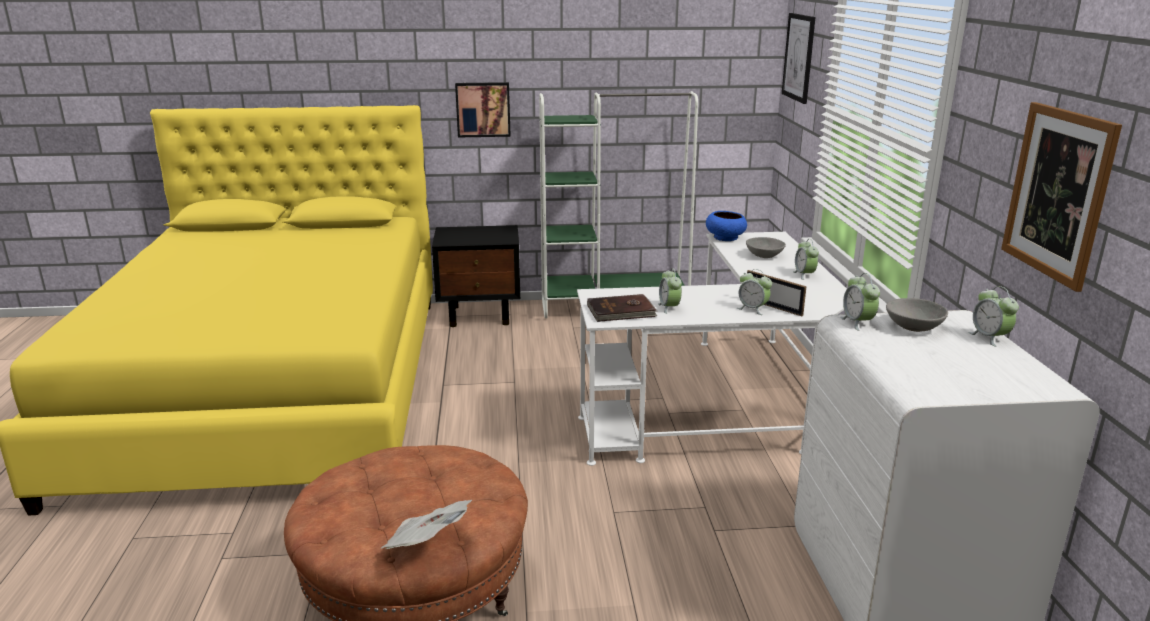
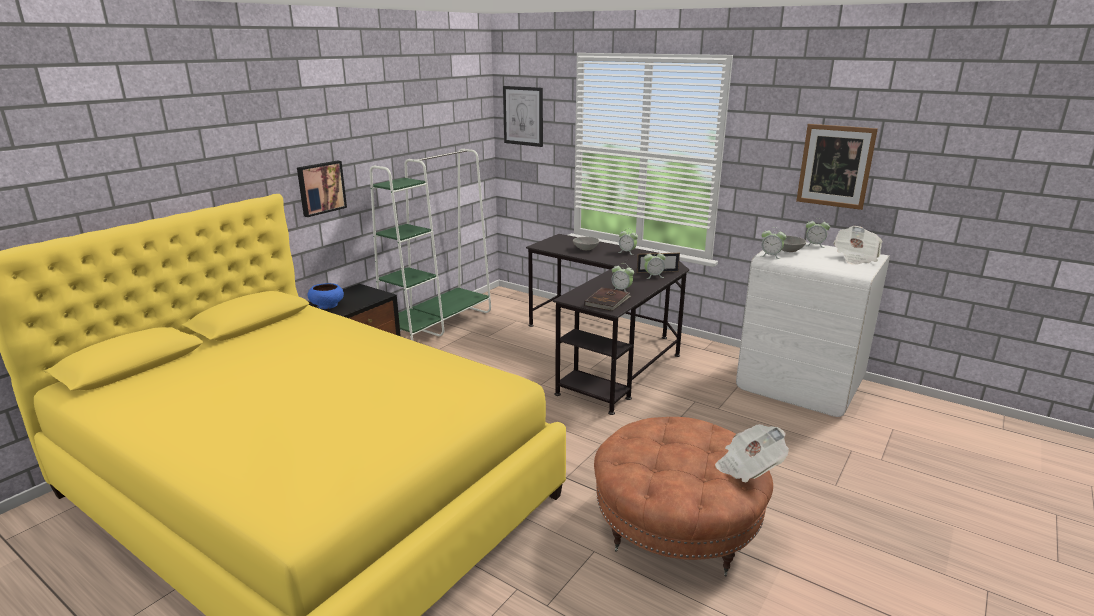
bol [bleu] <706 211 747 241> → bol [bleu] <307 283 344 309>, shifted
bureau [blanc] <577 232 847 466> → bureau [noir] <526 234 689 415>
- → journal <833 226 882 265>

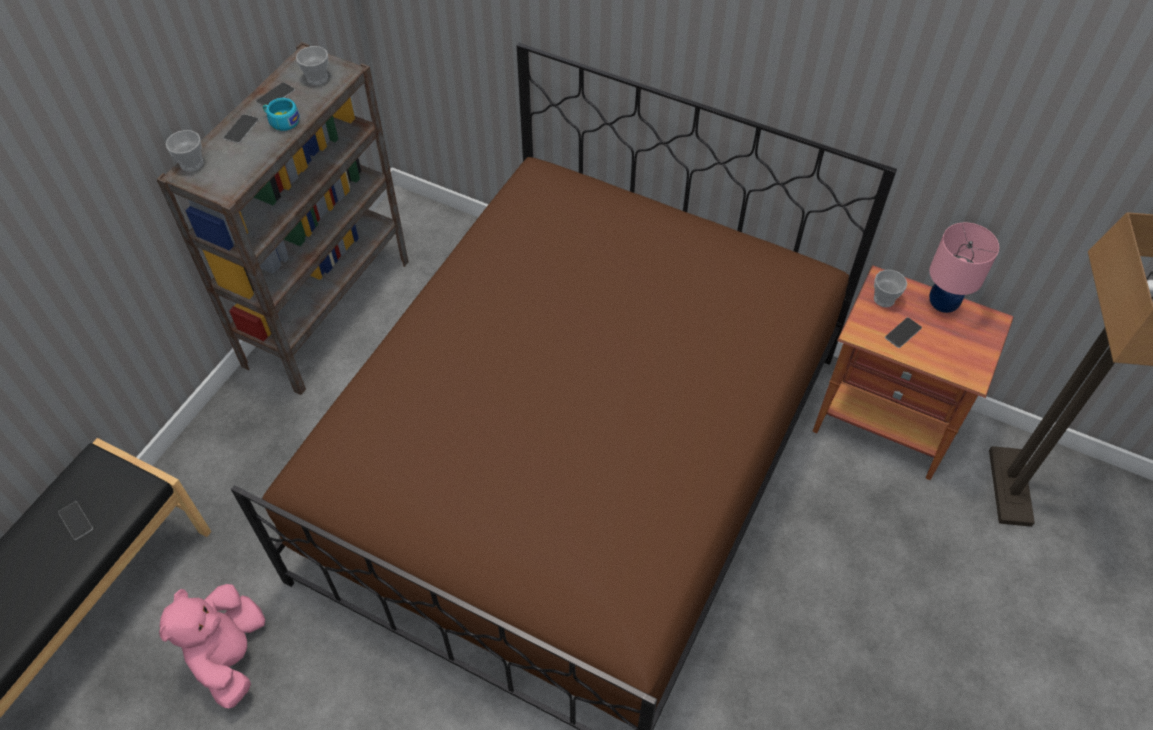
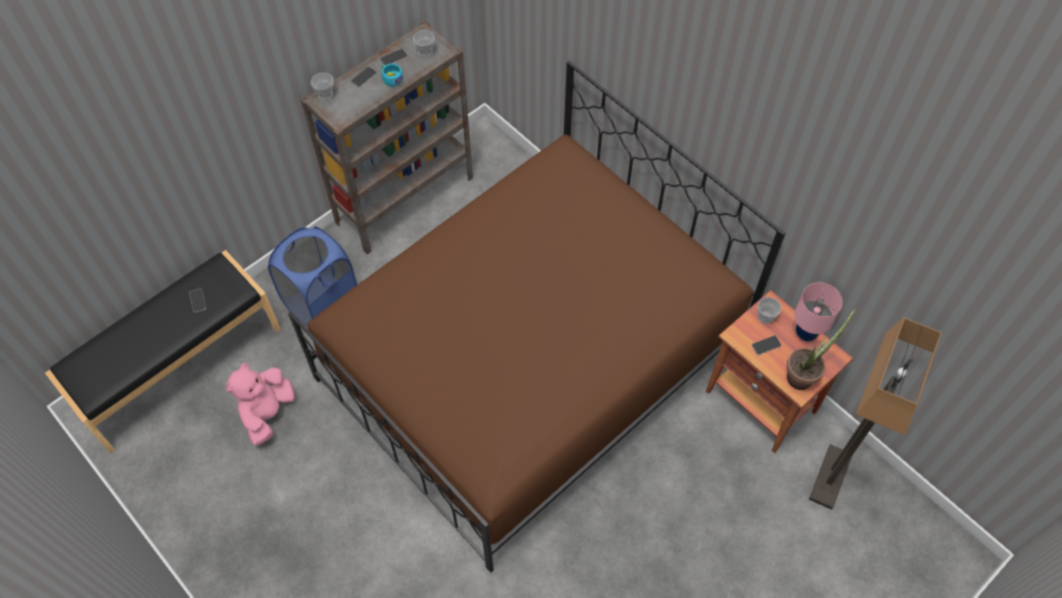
- → panier à linge [bleu] <268 226 357 326>
- → plante en pot <787 307 857 390>

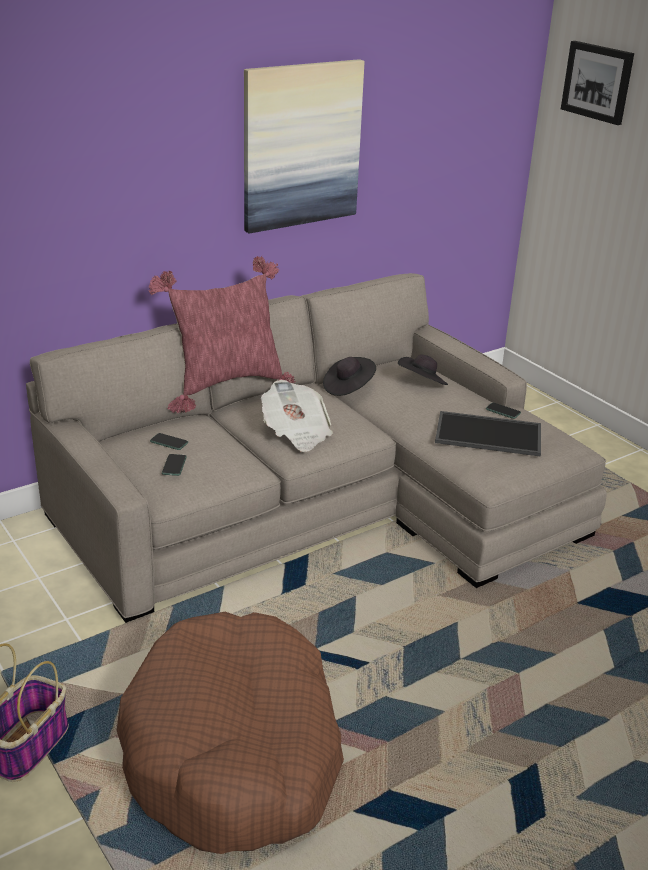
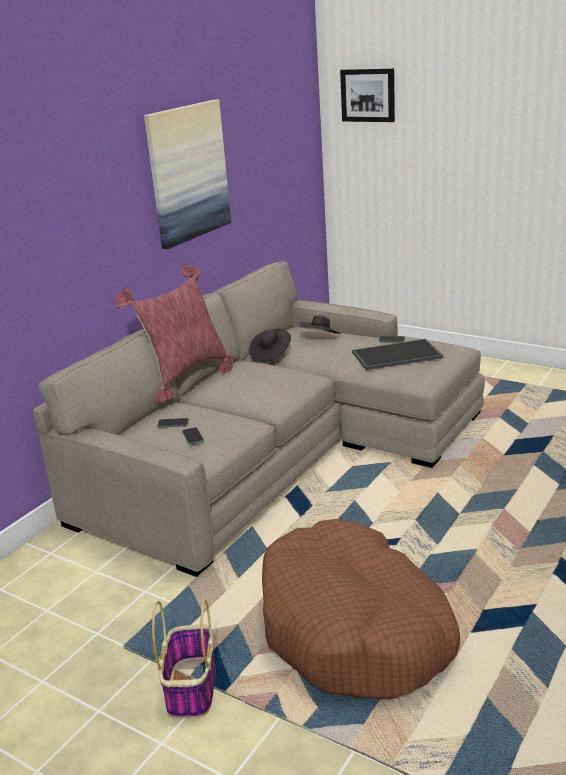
journal <261 380 333 452> → -

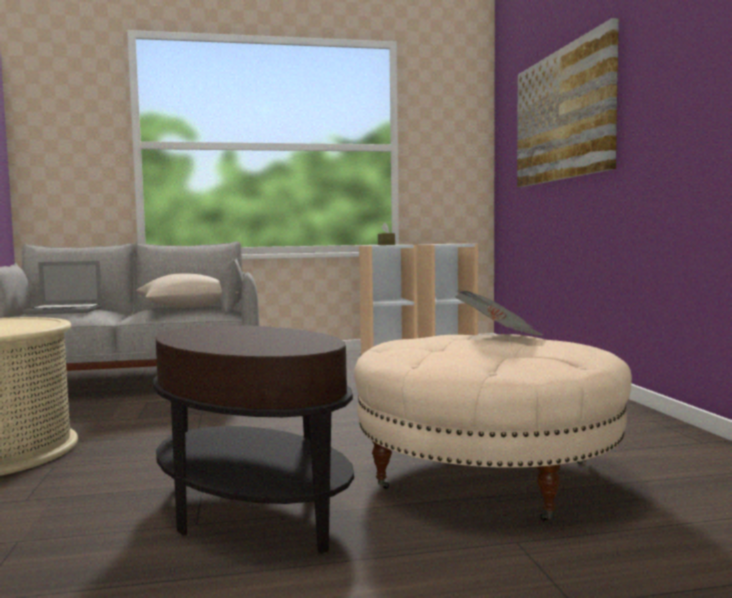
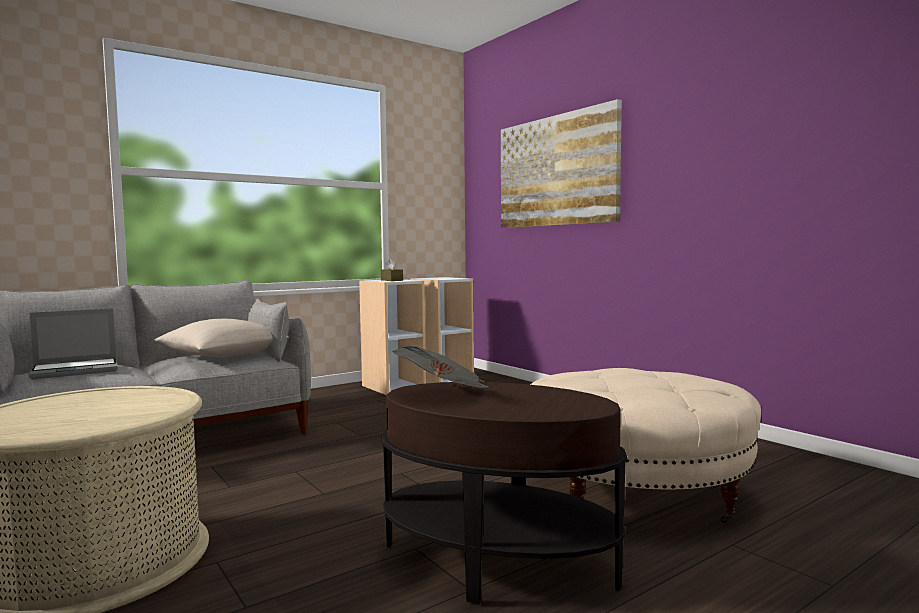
journal <455 290 544 335> → journal <393 346 488 388>, shifted

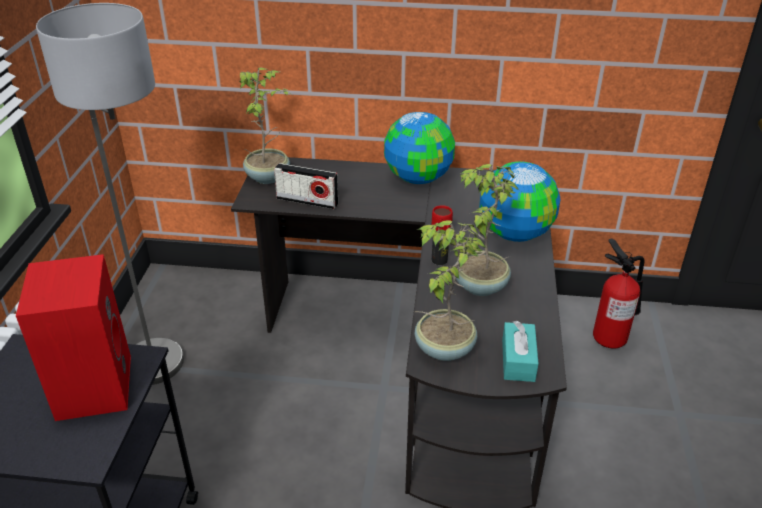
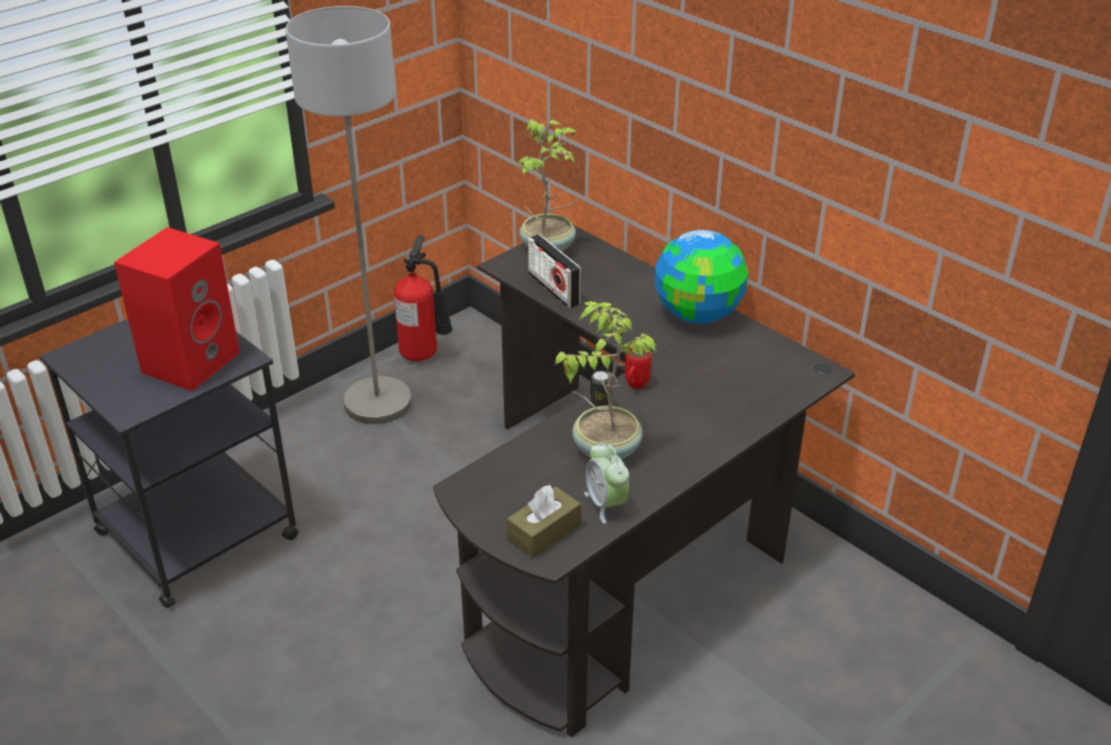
extincteur <593 239 645 349> → extincteur <394 235 453 361>, shifted
boîte à mouchoirs [turquoise] <502 321 539 382> → boîte à mouchoirs [marron] <507 485 581 558>
- → réveil <584 442 629 524>
plante en pot <415 220 485 361> → -
globe <479 161 560 242> → -

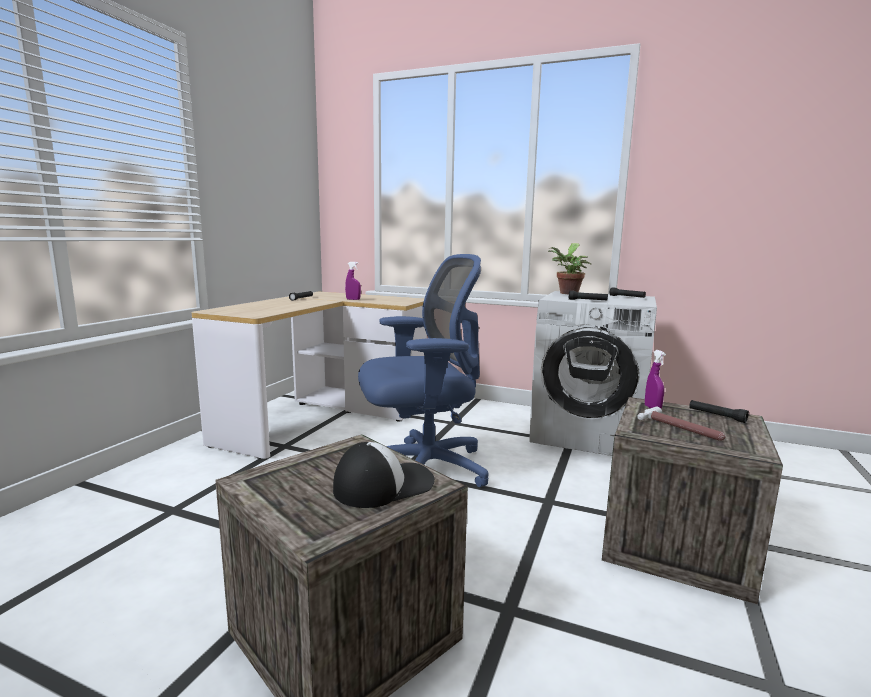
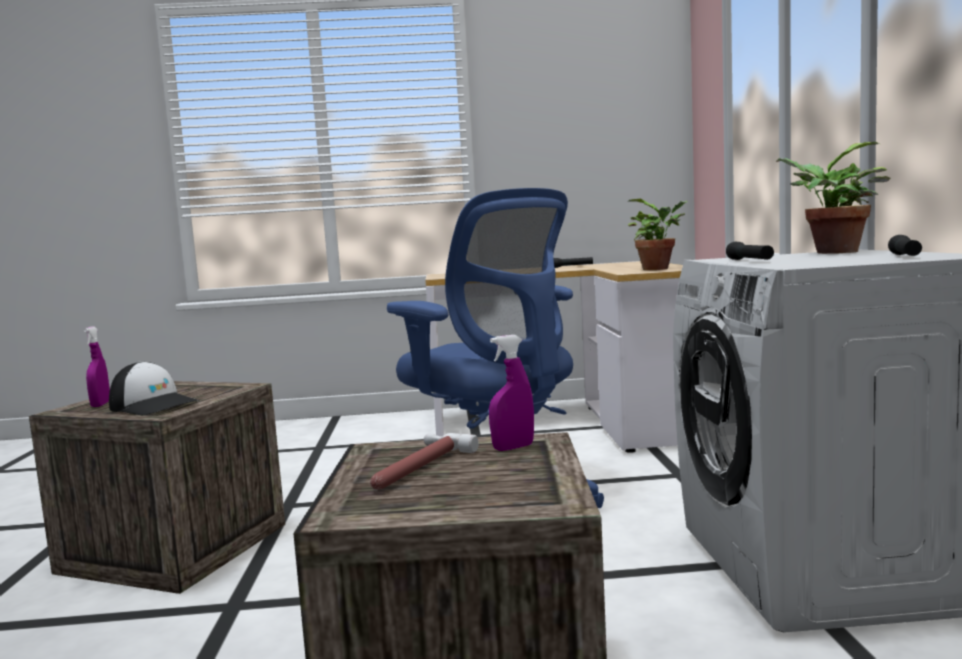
vaporisateur [violet] <345 262 361 300> → vaporisateur [violet] <84 326 110 407>, shifted
- → plante en pot <627 199 687 270>
lampe de poche [noir] <689 400 749 423> → -

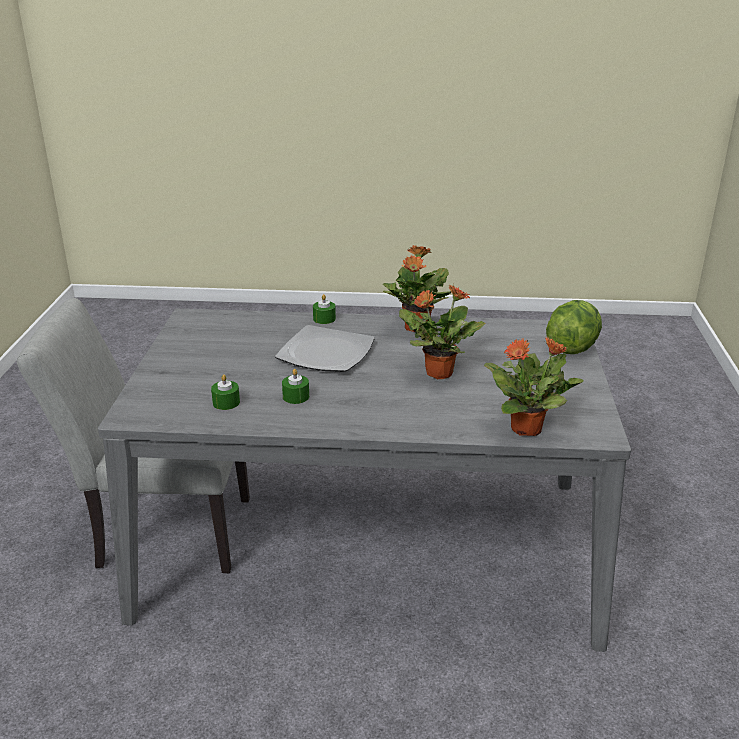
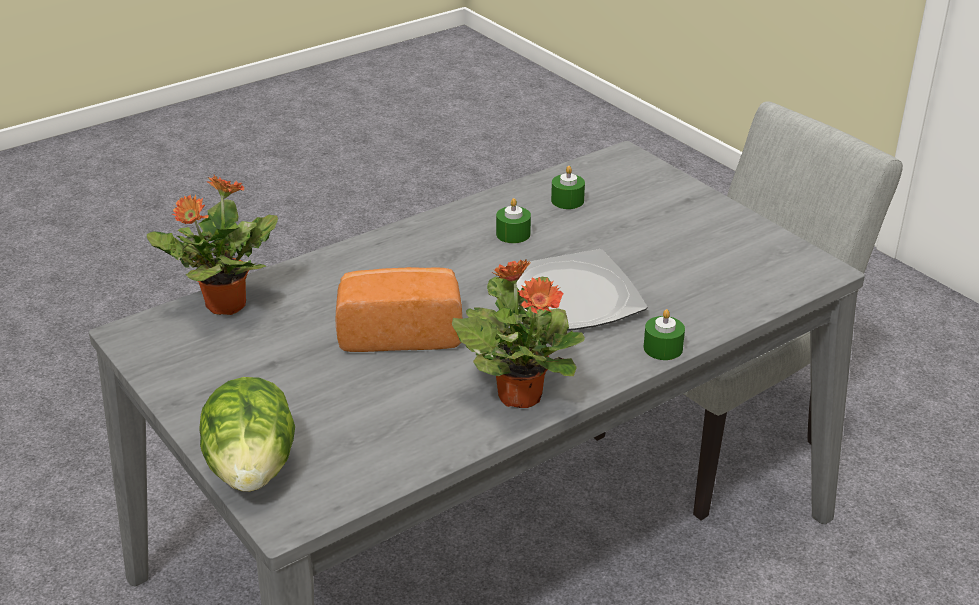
plante en pot <399 285 485 379> → pain <336 267 462 352>

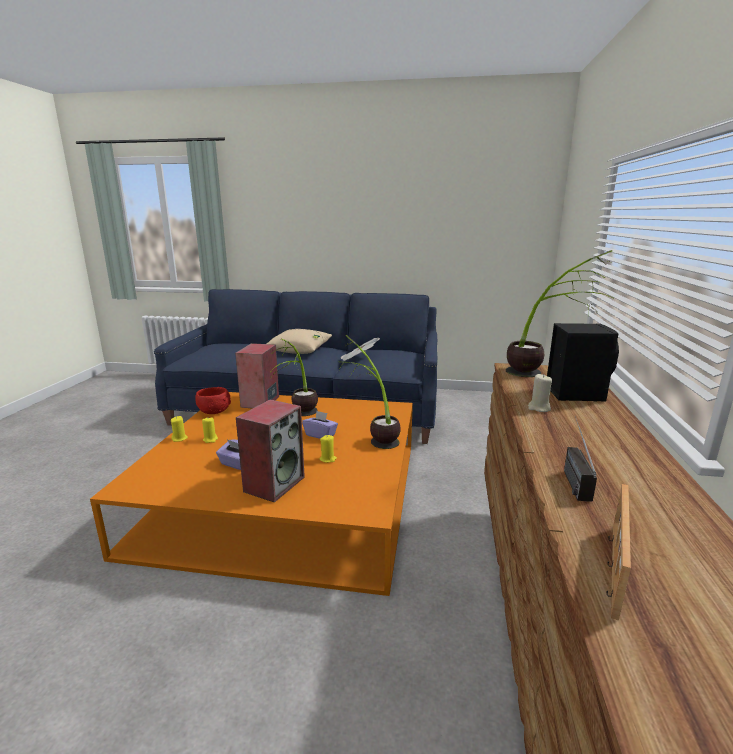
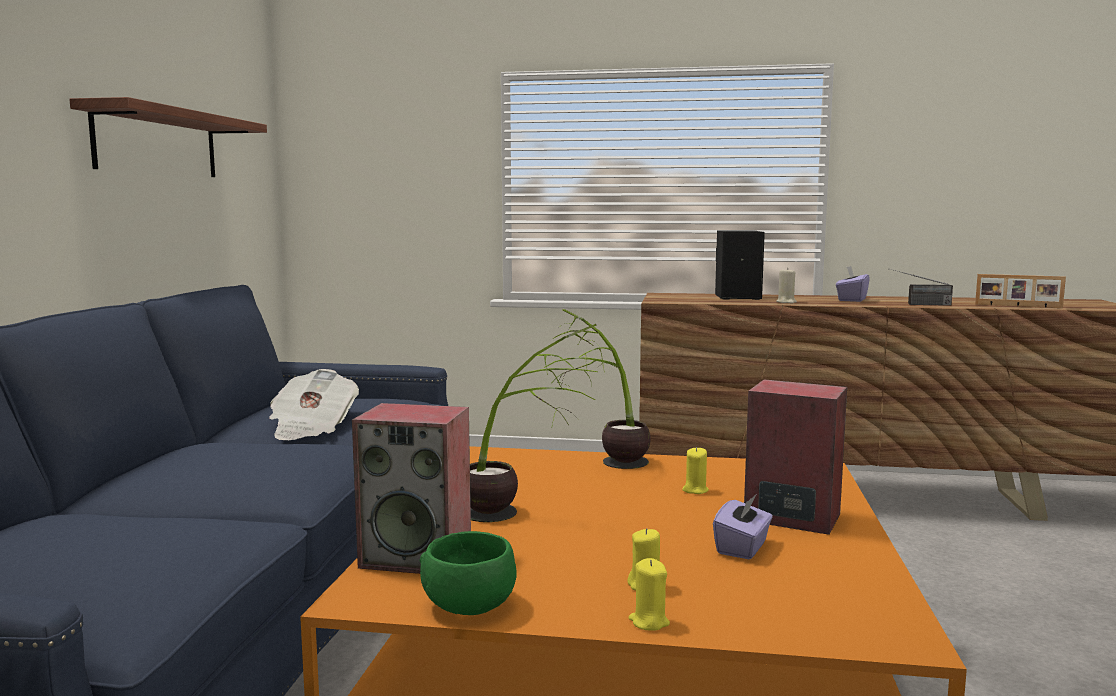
- → étagère <69 97 267 177>
bol [rouge] <195 387 231 414> → bol [vert] <420 531 517 615>
boîte à mouchoirs [violet] <302 411 338 439> → boîte à mouchoirs [violet] <836 266 870 302>, shifted
coussin [beige] <267 329 332 354> → -
plante en pot <506 250 614 377> → -

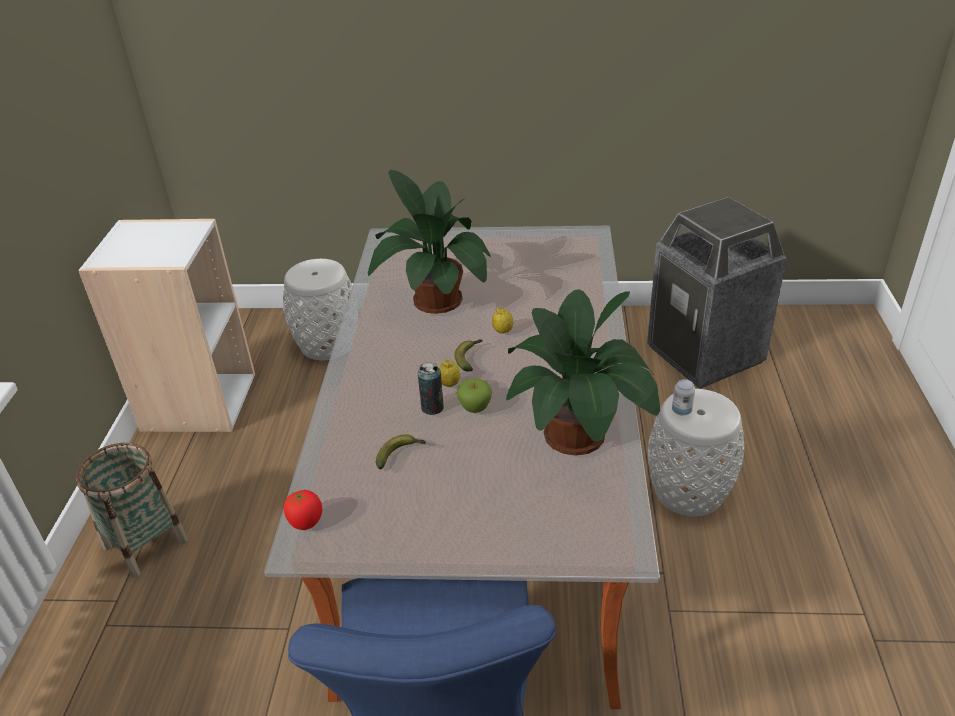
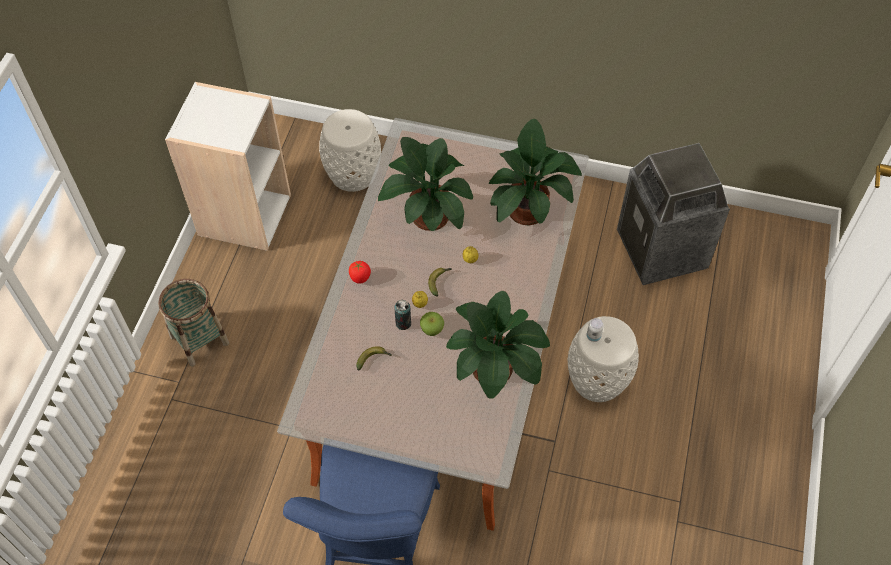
tomate <284 489 322 530> → tomate <349 261 371 284>, shifted
- → plante en pot <489 119 582 225>

